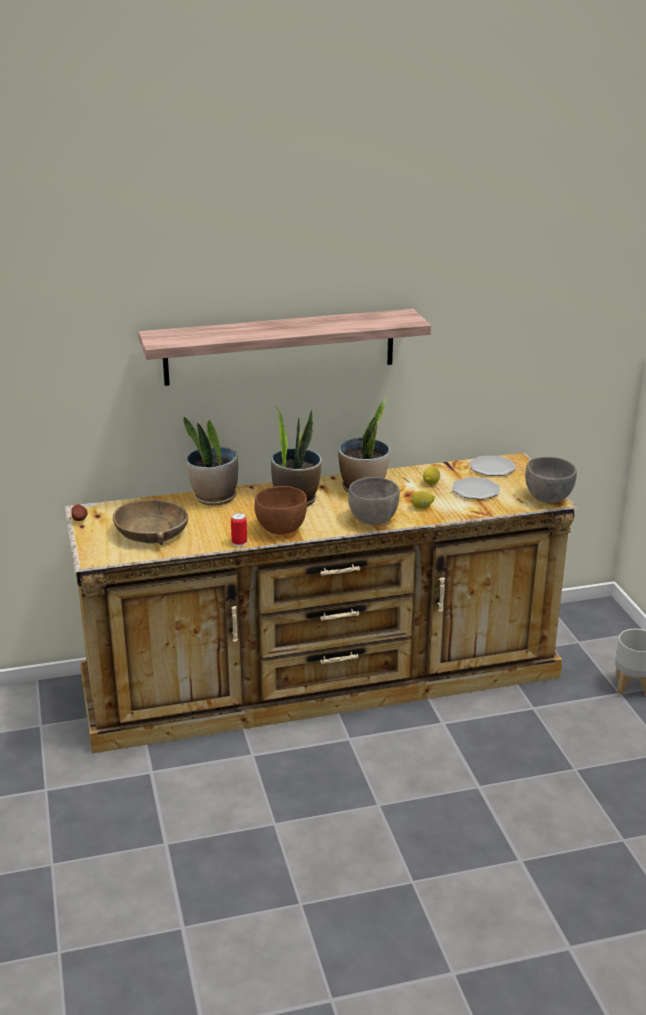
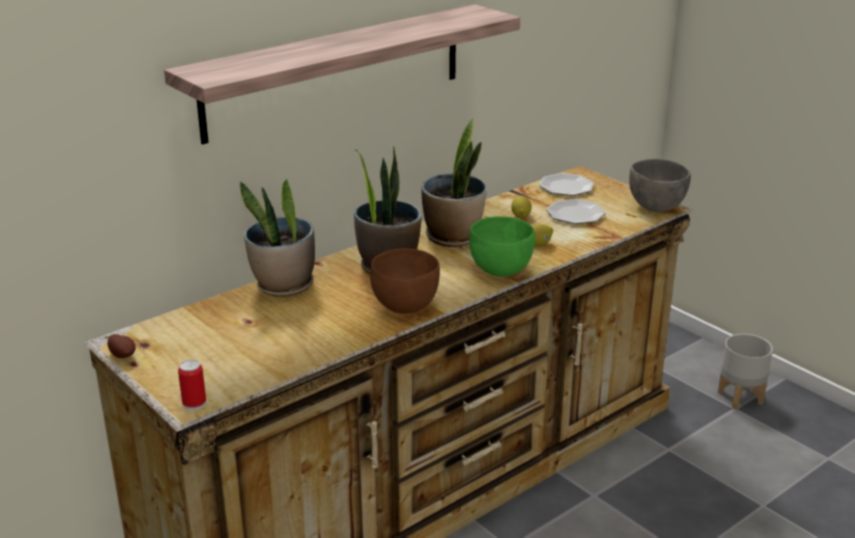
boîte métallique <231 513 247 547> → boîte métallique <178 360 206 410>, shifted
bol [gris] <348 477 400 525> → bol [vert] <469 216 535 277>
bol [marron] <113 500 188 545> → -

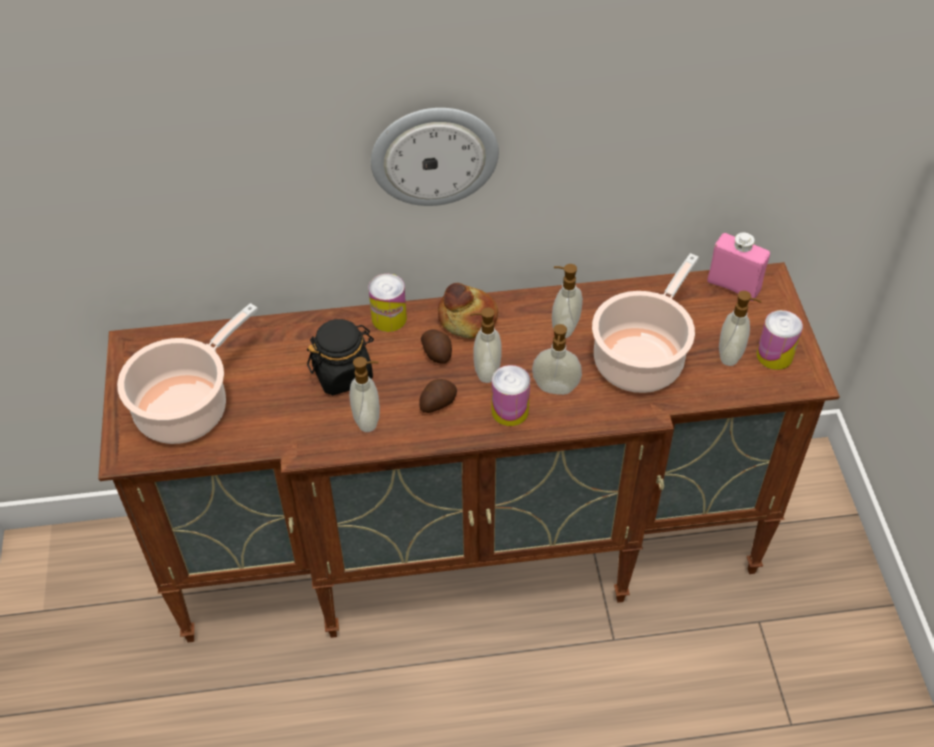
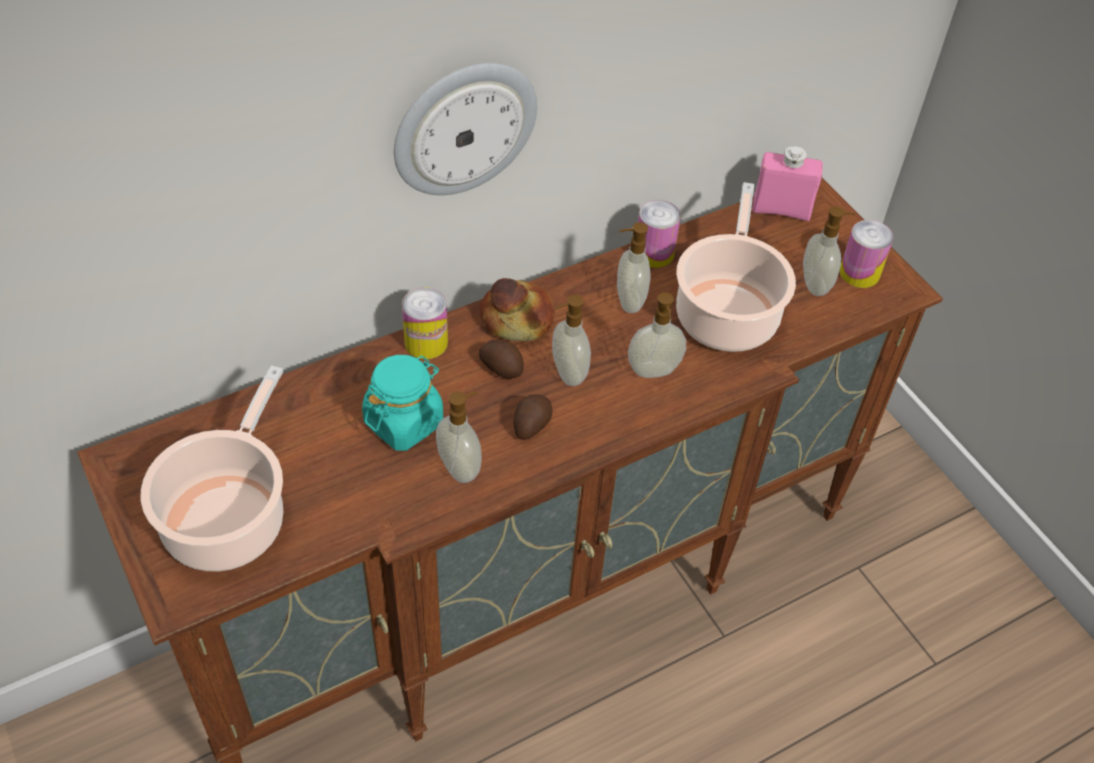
bocal [noir] <307 319 374 395> → bocal [turquoise] <362 355 443 451>
boîte métallique <491 365 530 426> → boîte métallique <638 200 681 268>, shifted

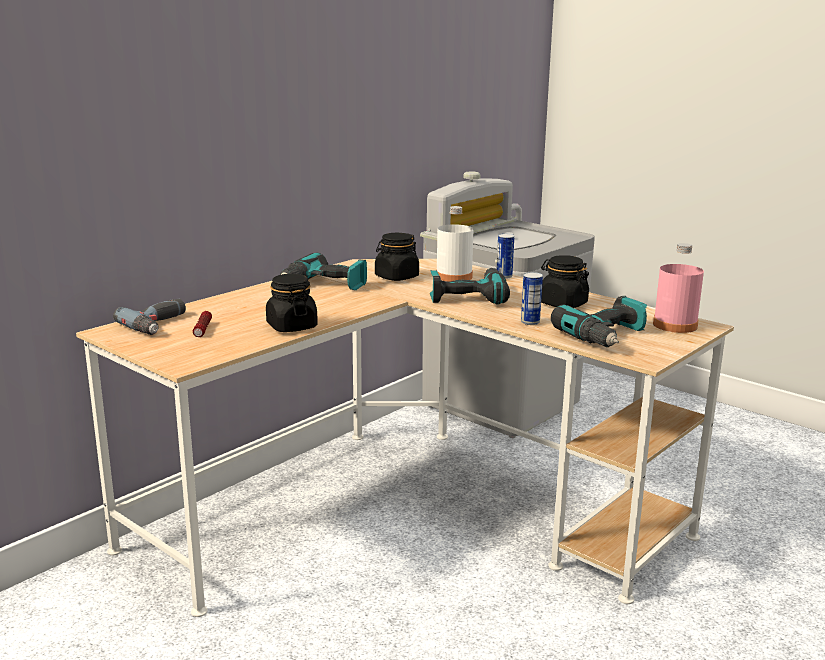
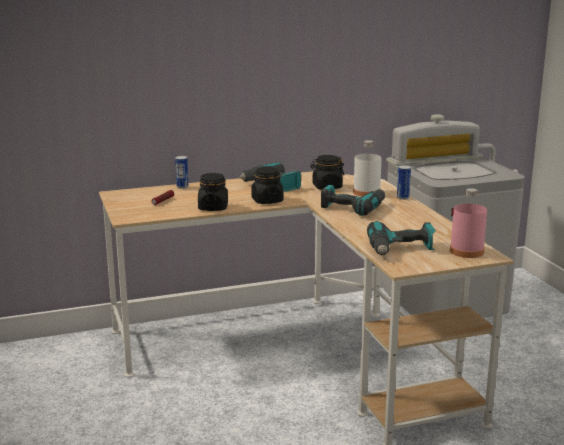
boîte métallique <521 272 543 325> → boîte métallique <175 156 188 189>, shifted
bocal [noir] <541 255 589 308> → bocal [noir] <251 167 284 204>, shifted
perceuse <113 299 186 335> → -

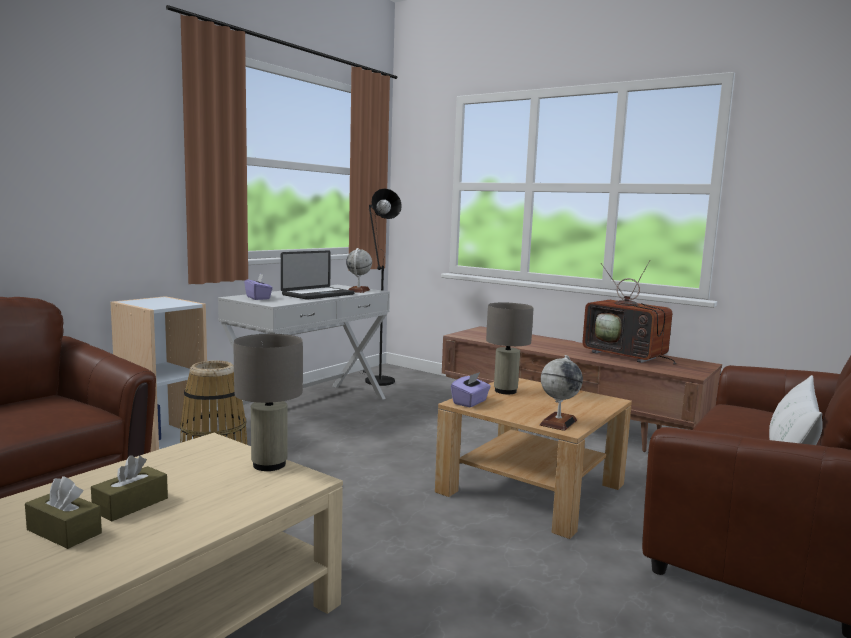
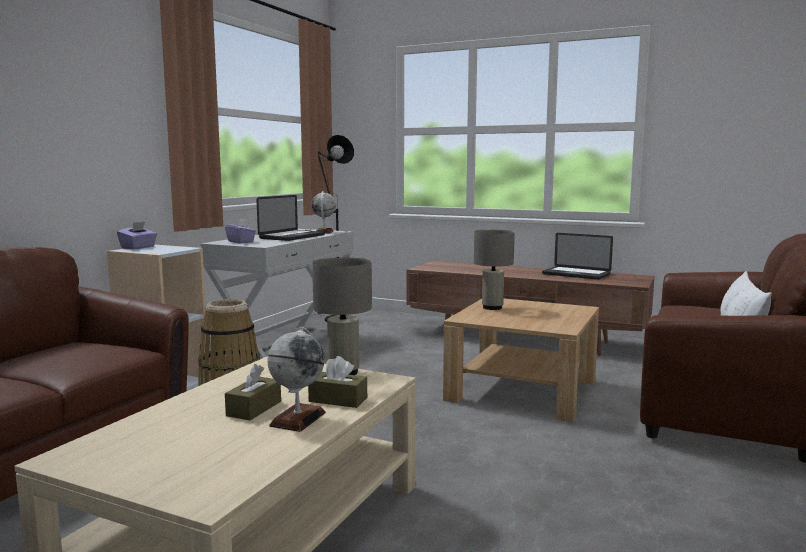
boîte à mouchoirs [violet] <451 372 491 407> → boîte à mouchoirs [violet] <117 222 157 249>, shifted
globe <540 355 583 431> → globe <267 327 326 432>, shifted
boîte à mouchoirs [marron] <25 476 102 549> → boîte à mouchoirs [marron] <308 356 367 408>, shifted
téléviseur <583 260 677 365> → ordinateur portable <542 233 613 280>

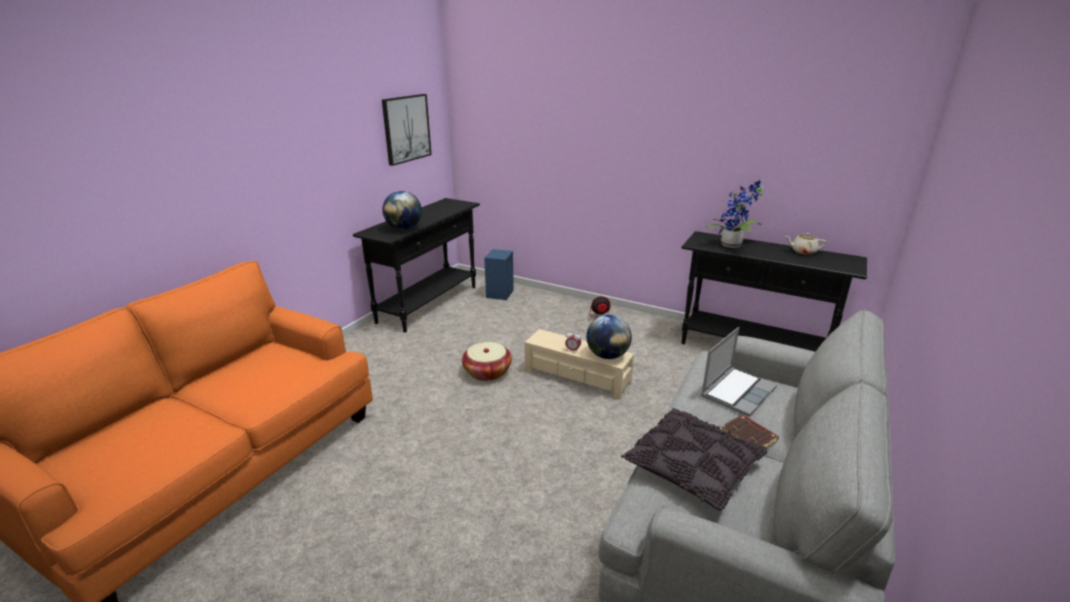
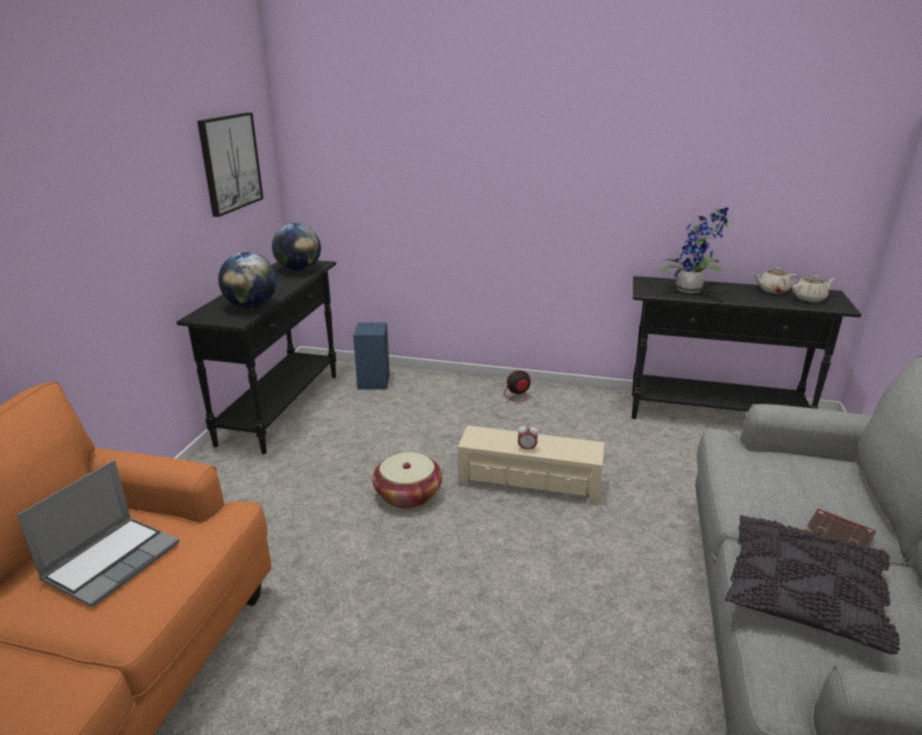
ordinateur portable <701 327 777 417> → ordinateur portable <17 460 179 607>, shifted
globe <586 314 632 359> → globe <272 223 321 271>, shifted
- → théière [beige] <792 275 836 302>

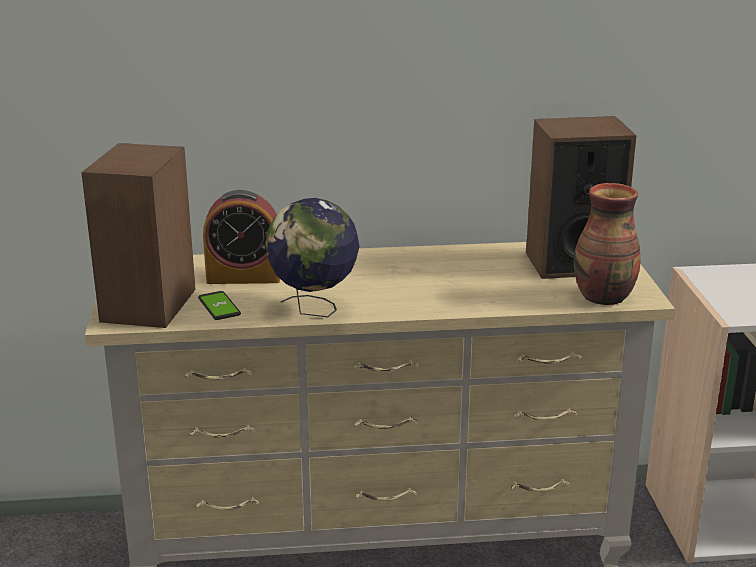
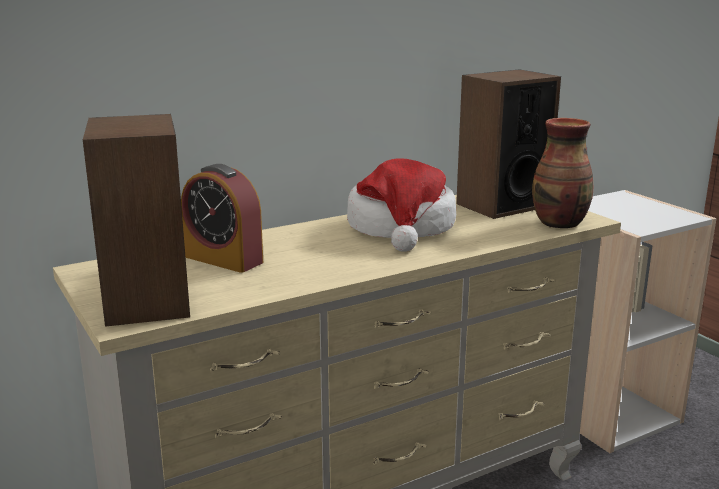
réveil <203 190 280 284> → réveil <181 164 263 273>, 60 degrees clockwise
- → chapeau <347 158 456 252>
téléphone <198 291 241 320> → -
globe <266 198 359 317> → -

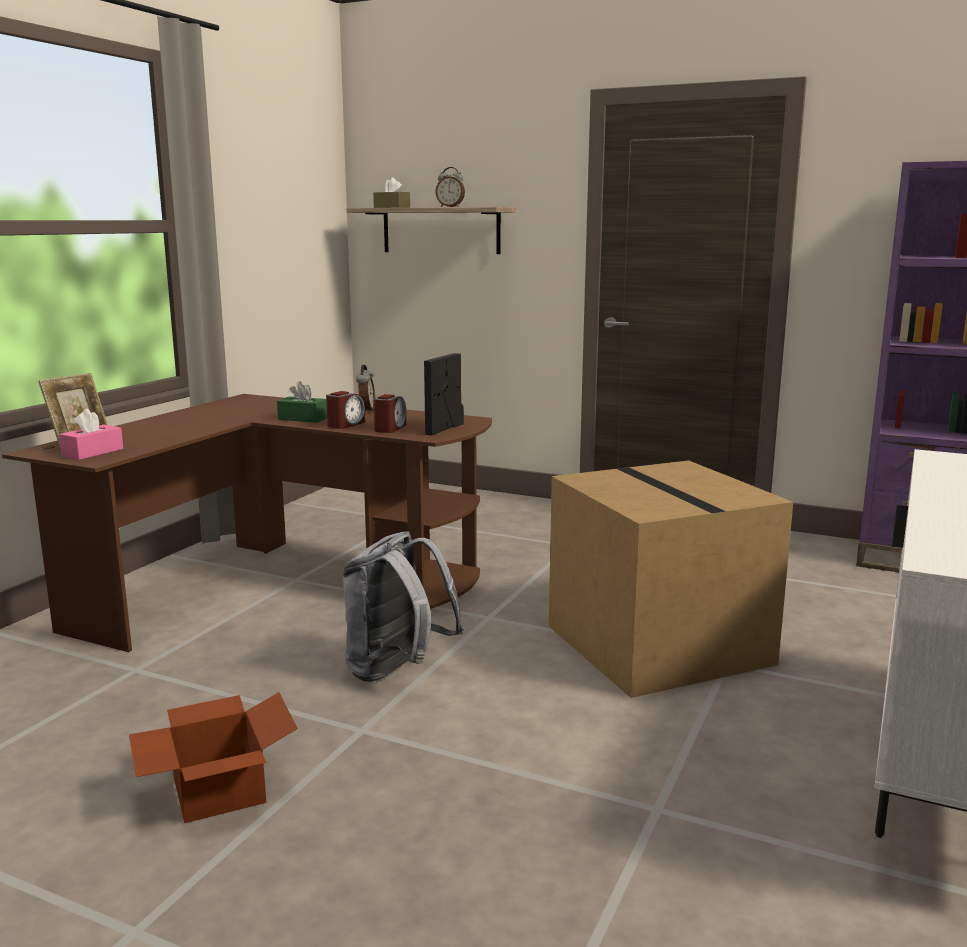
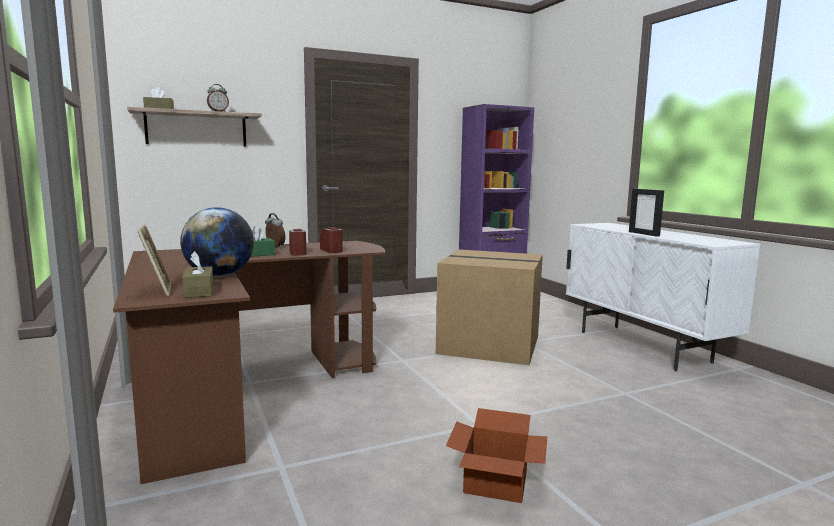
- → globe <180 207 254 277>
boîte à mouchoirs [rose] <59 409 123 460> → boîte à mouchoirs [marron] <182 251 214 298>
cadre photo <424 353 464 435> → cadre photo <629 189 664 237>, shifted
sac à dos [gris] <342 531 464 682> → -

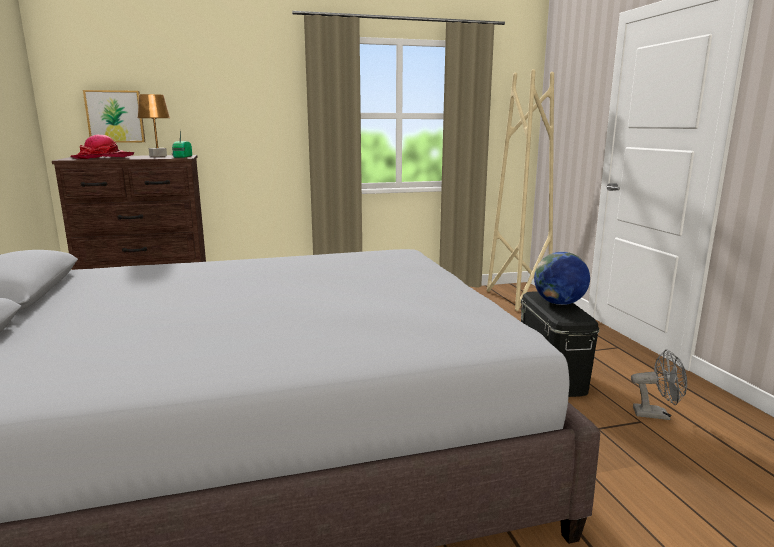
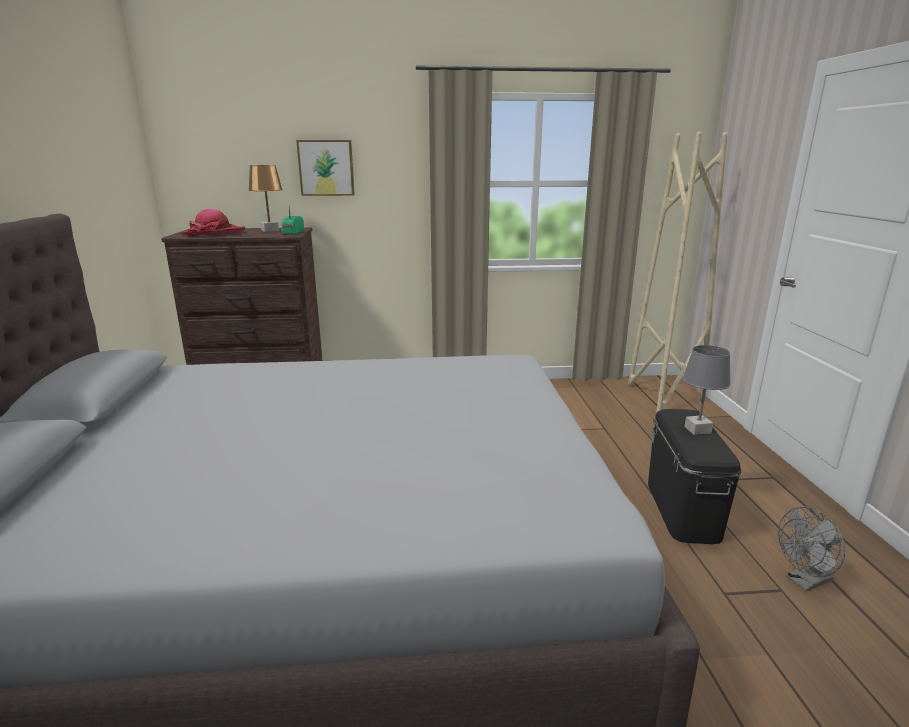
tableau <83 90 145 143> → tableau <296 140 355 196>, shifted
globe <534 252 590 305> → lampe de table [gris] <682 345 731 435>
ventilateur [gris] <631 349 687 420> → ventilateur [gris] <778 507 845 591>, 135 degrees clockwise

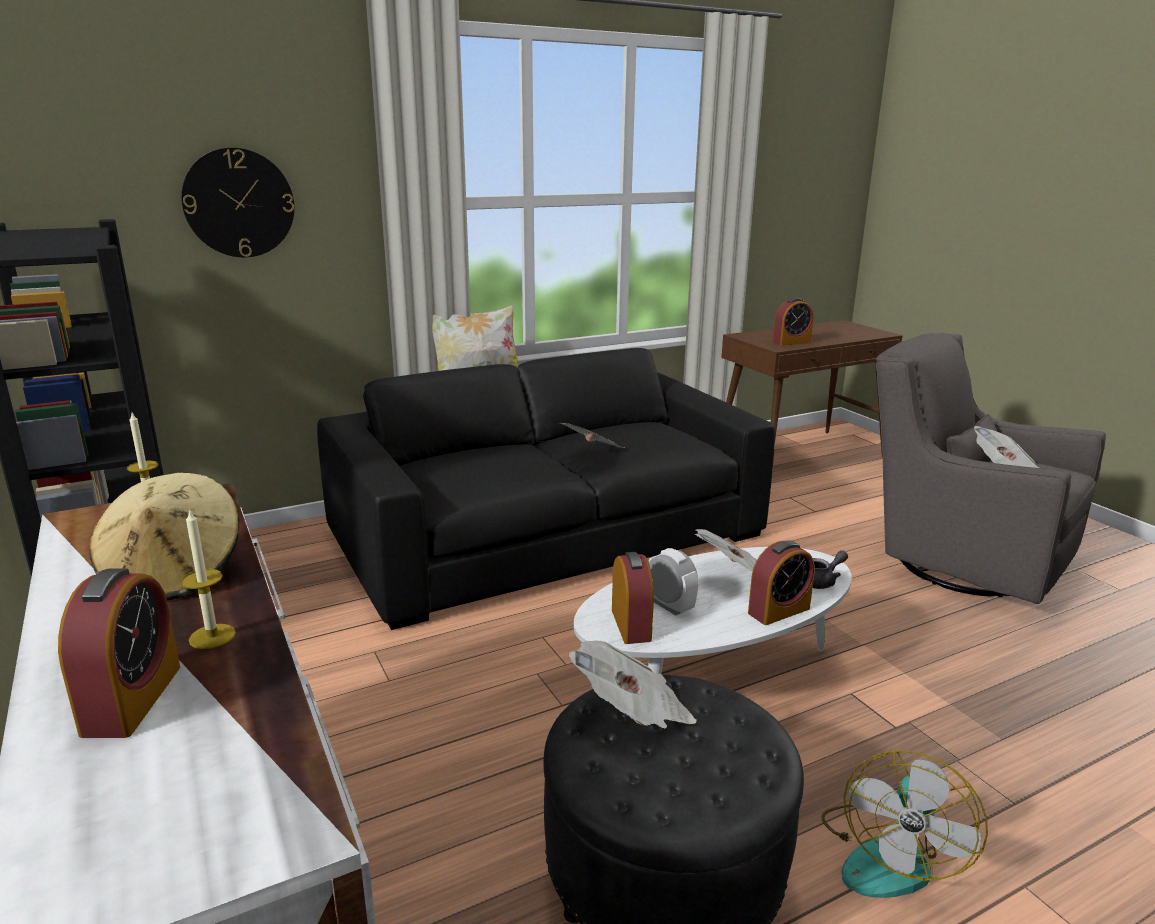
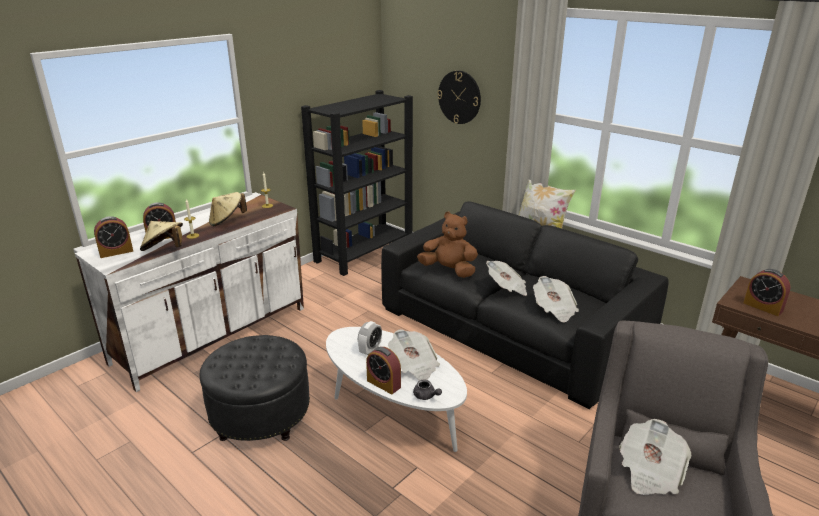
réveil <612 552 654 644> → réveil <94 216 133 258>, shifted
- → chapeau [beige] <140 221 183 251>
- → peluche [marron] <417 212 478 278>
journal <569 640 697 728> → journal <533 276 579 323>, shifted
ventilateur <821 750 988 898> → -

